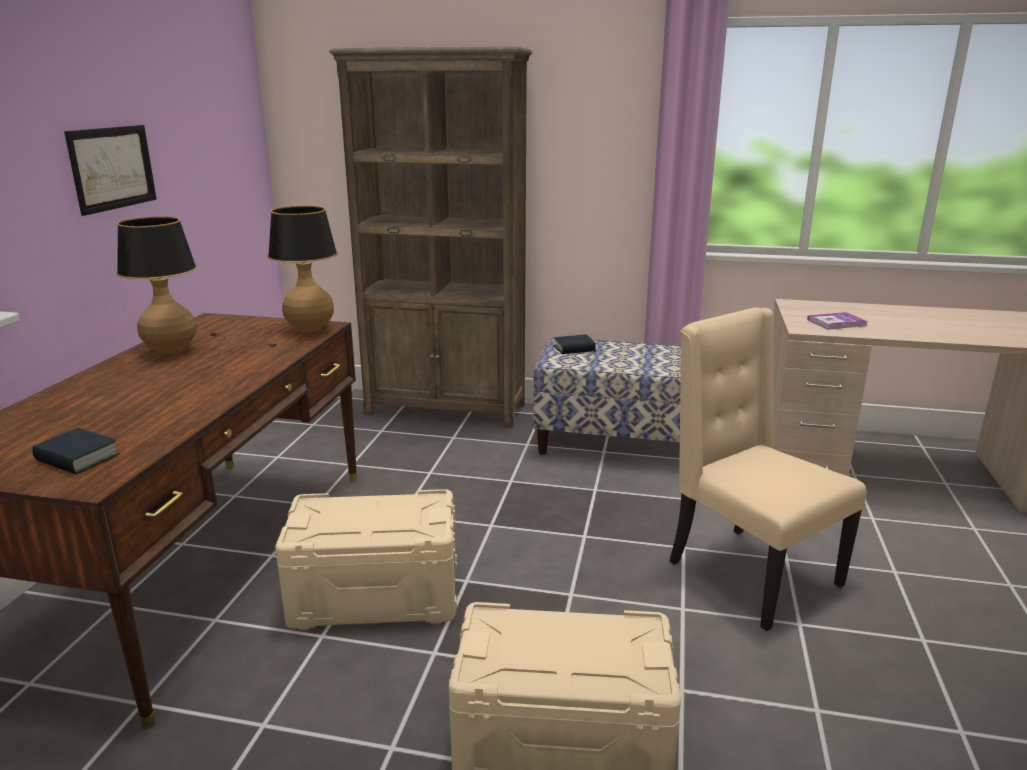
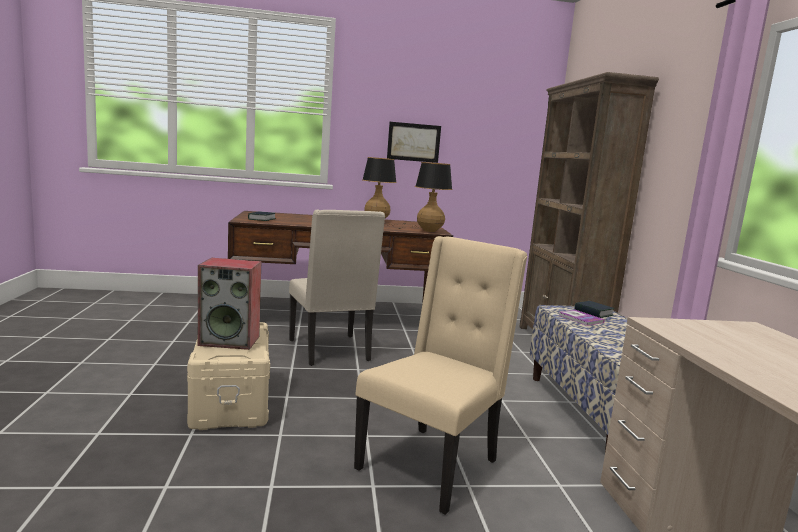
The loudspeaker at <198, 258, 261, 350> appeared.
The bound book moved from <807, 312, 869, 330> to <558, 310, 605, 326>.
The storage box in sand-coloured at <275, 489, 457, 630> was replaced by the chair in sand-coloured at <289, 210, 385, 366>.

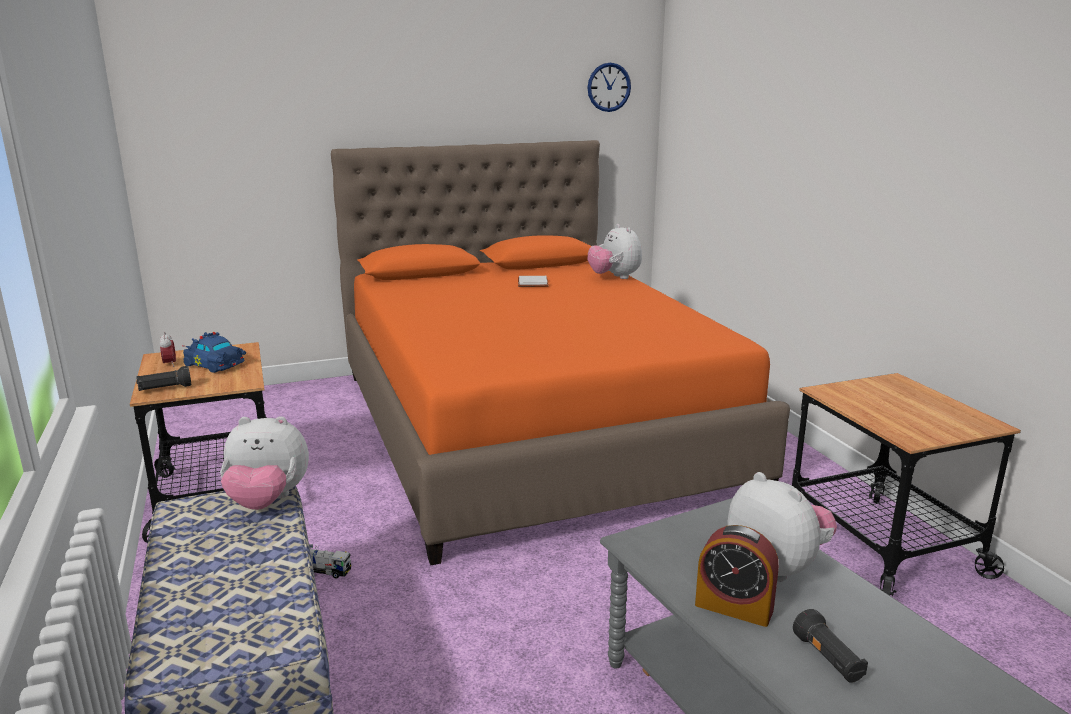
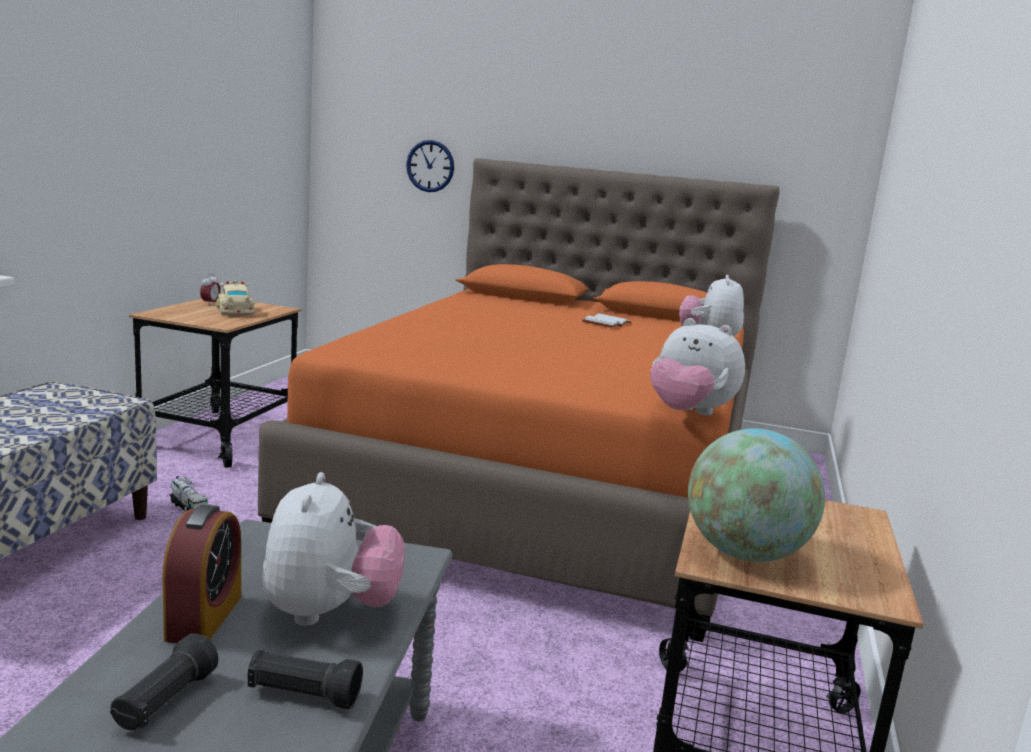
The world globe at <688, 429, 825, 562> appeared.
The hand torch in blackish moved from <136, 366, 191, 391> to <247, 650, 363, 709>.
The plush toy moved from <220, 416, 309, 510> to <650, 318, 745, 415>.
The clock on the wall moved from <588, 63, 631, 112> to <406, 140, 454, 192>.
The miniature car in bluish at <182, 332, 246, 373> became the miniature car in sand-coloured at <216, 280, 255, 315>.
The alarm clock at <695, 525, 779, 627> turned 150 degrees counterclockwise.

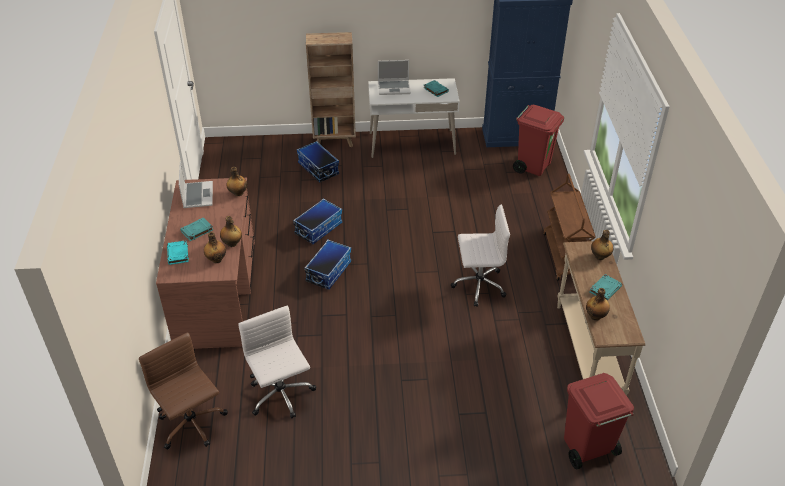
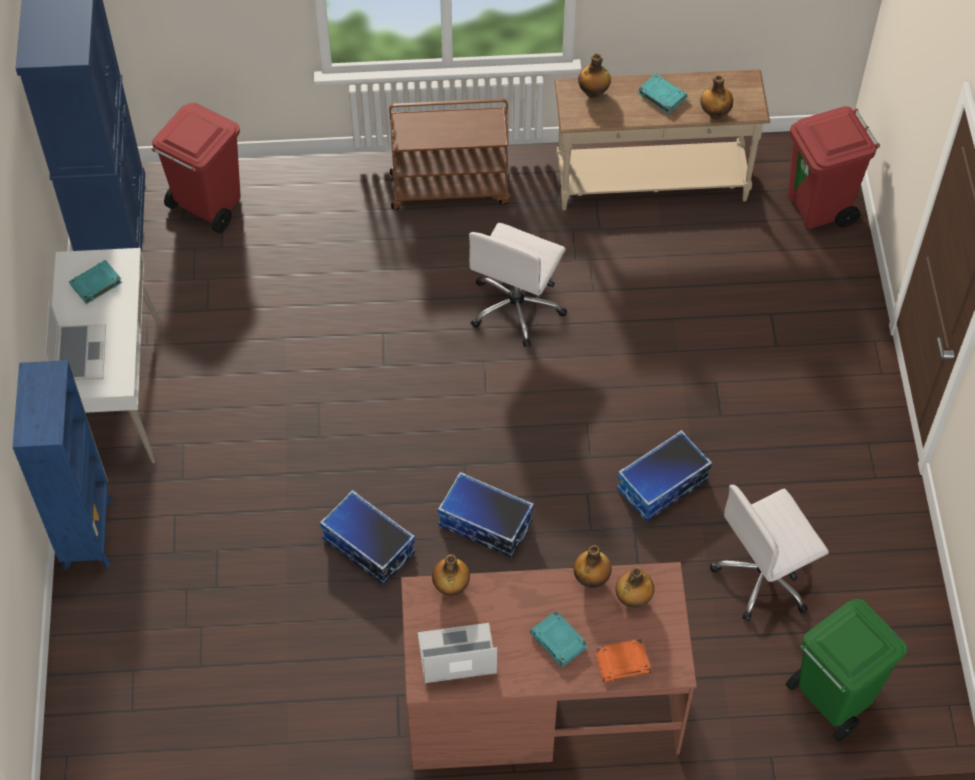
The storage box moved from <297, 141, 339, 182> to <617, 430, 712, 522>.
The computer chair in brown at <139, 332, 228, 450> was replaced by the rubbish bin in green-coloured at <786, 599, 907, 742>.
The bound book in blue-green at <167, 240, 189, 265> became the bound book in orangey at <595, 639, 651, 682>.
The shelving unit in brown at <306, 32, 356, 147> became the shelving unit in bluish at <12, 360, 114, 570>.
The computer chair in whitish at <451, 204, 510, 307> turned 150 degrees counterclockwise.

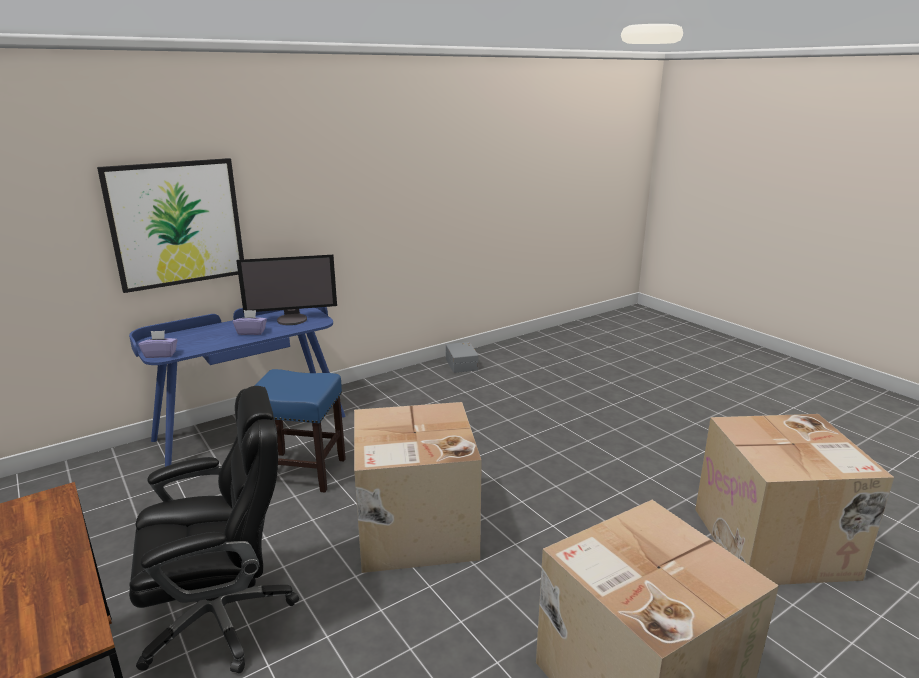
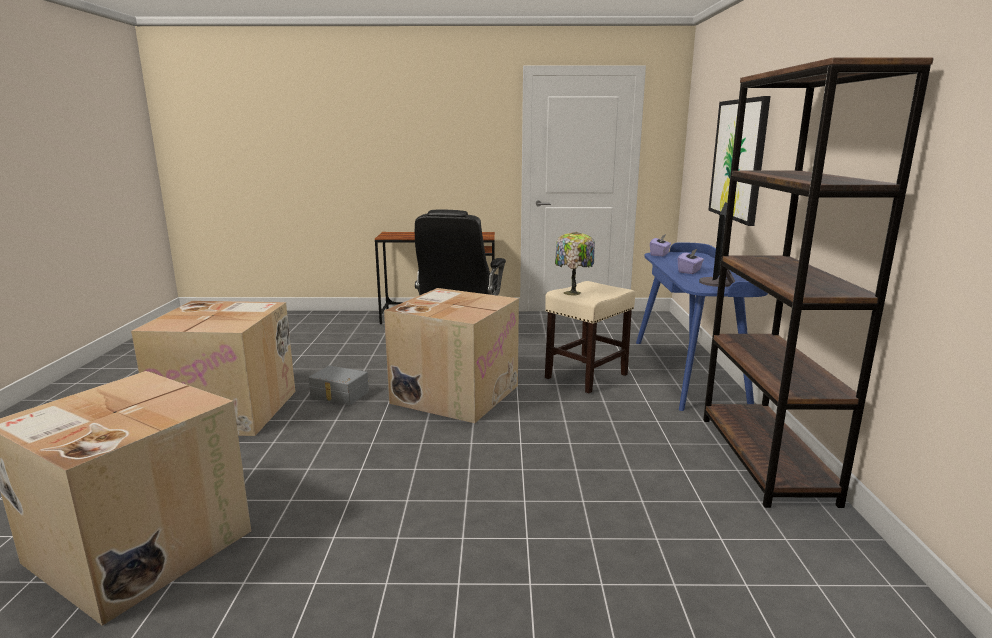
The table lamp at <555, 232, 595, 296> appeared.
The shelving unit in brown at <703, 58, 934, 508> appeared.
The storage box in grey moved from <446, 342, 478, 373> to <308, 366, 369, 405>.
The stool seat in bluish at <254, 369, 346, 492> became the stool seat in sand-coloured at <545, 281, 636, 393>.

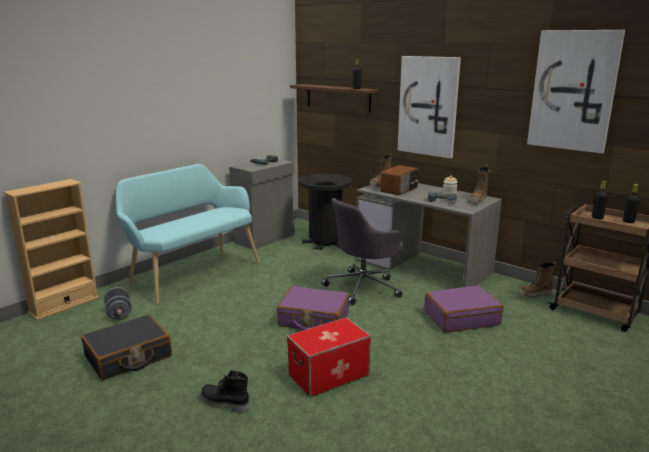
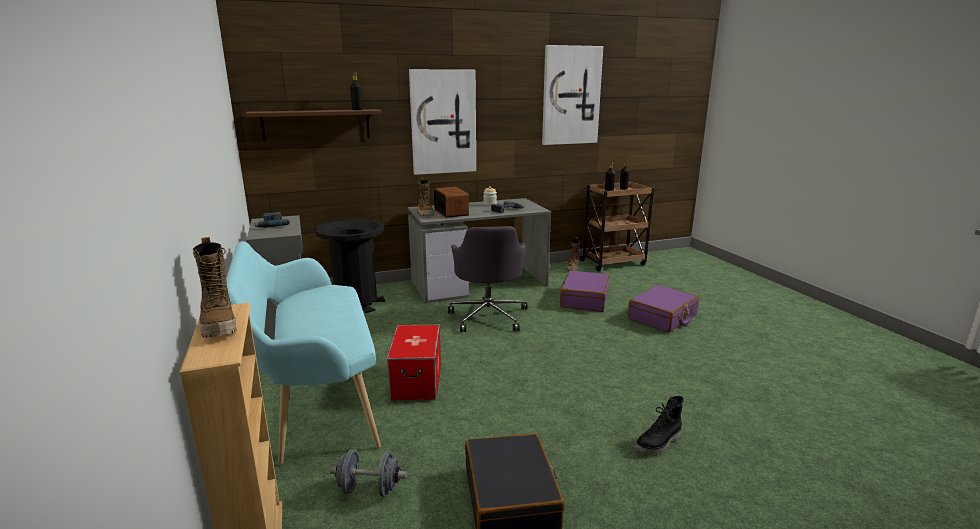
The suitcase in purplish moved from <277, 286, 349, 331> to <628, 285, 699, 332>.
The storage box moved from <287, 317, 371, 397> to <387, 325, 441, 401>.
The boot moved from <469, 165, 489, 204> to <193, 237, 237, 338>.

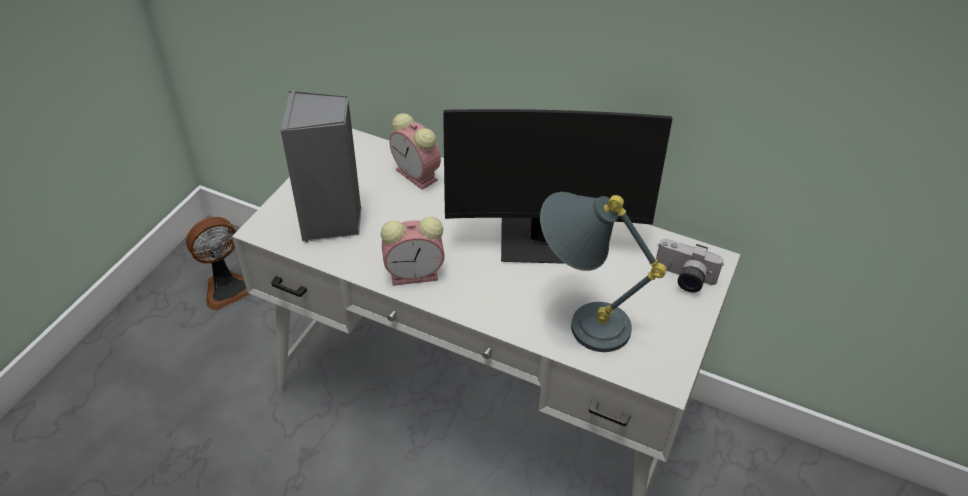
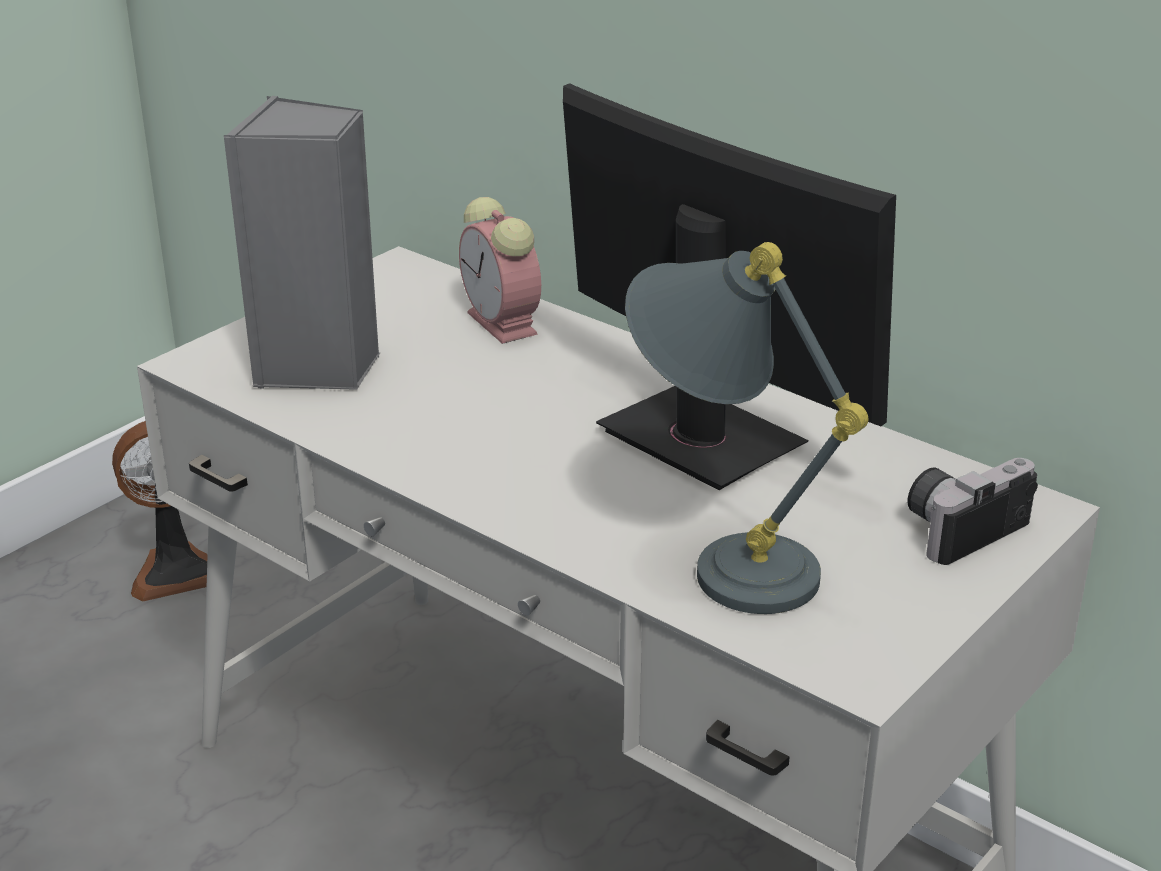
The alarm clock at <380, 217, 445, 286> disappeared.
The computer display at <443, 109, 672, 264> turned 150 degrees counterclockwise.
The still camera at <656, 239, 724, 293> turned 105 degrees clockwise.

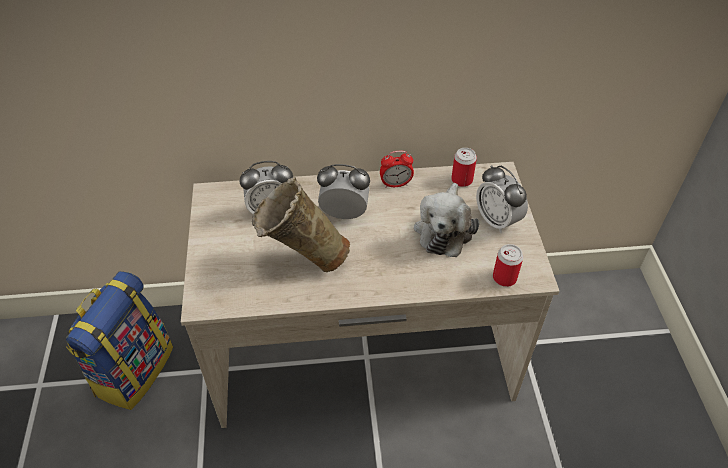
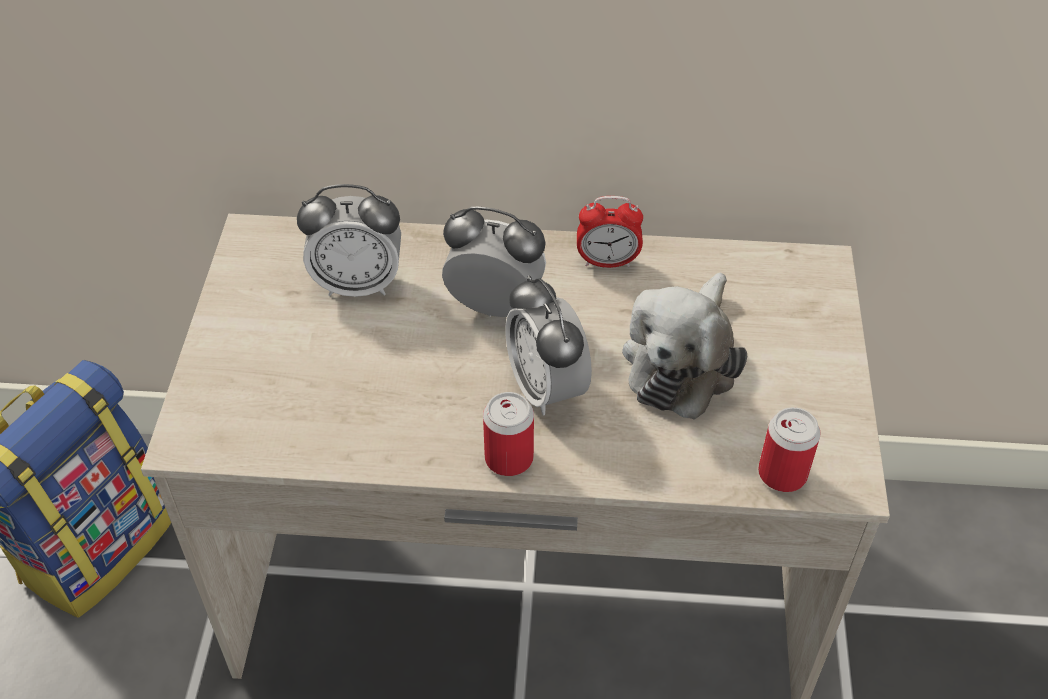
The decorative vase in sand-coloured at <252, 177, 350, 272> disappeared.
The sealed can moved from <451, 148, 477, 187> to <483, 392, 534, 476>.
The alarm clock moved from <476, 165, 528, 233> to <505, 275, 592, 415>.

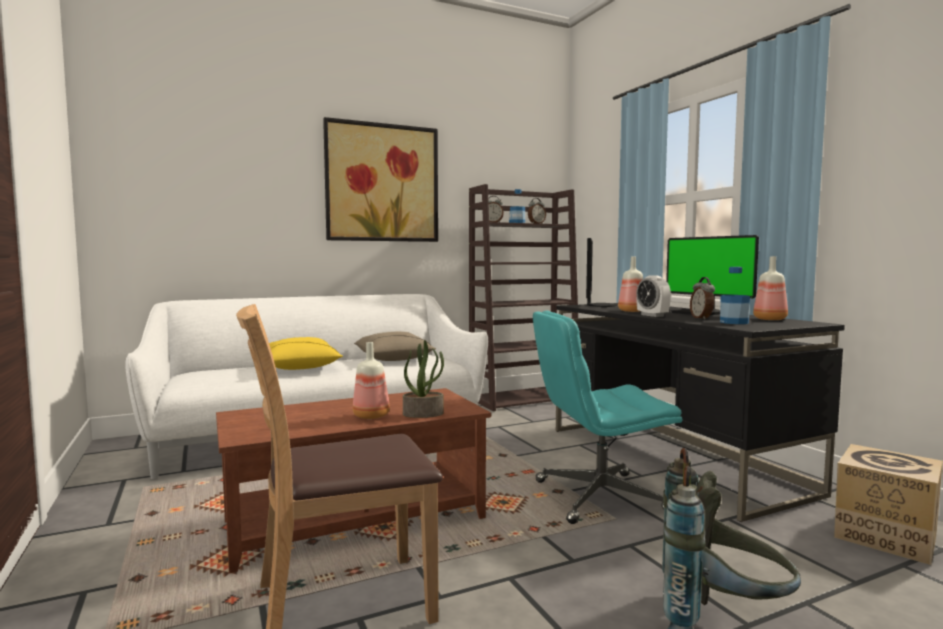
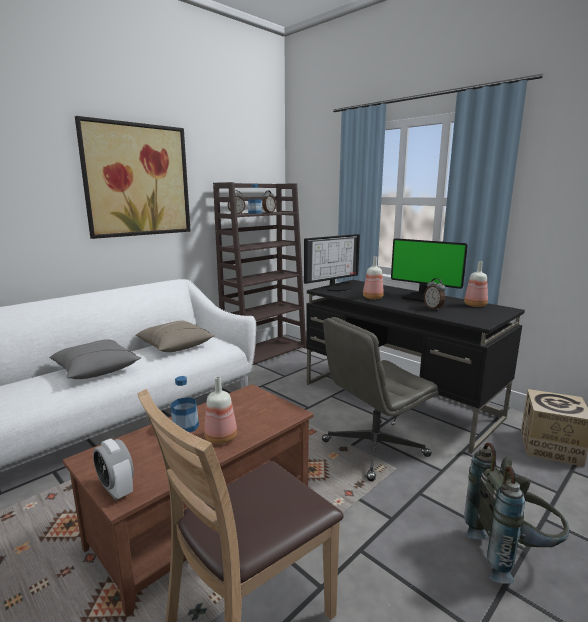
The potted plant at <403, 340, 444, 418> disappeared.
The alarm clock moved from <636, 275, 671, 317> to <93, 439, 134, 501>.
The bottle moved from <720, 267, 750, 324> to <171, 376, 199, 433>.
The cushion in yellowish at <269, 337, 343, 370> became the cushion in grey at <49, 339, 141, 379>.
The computer chair in blue-green at <533, 311, 682, 524> became the computer chair in grey at <322, 317, 438, 481>.
The computer display at <586, 238, 617, 307> turned 60 degrees clockwise.

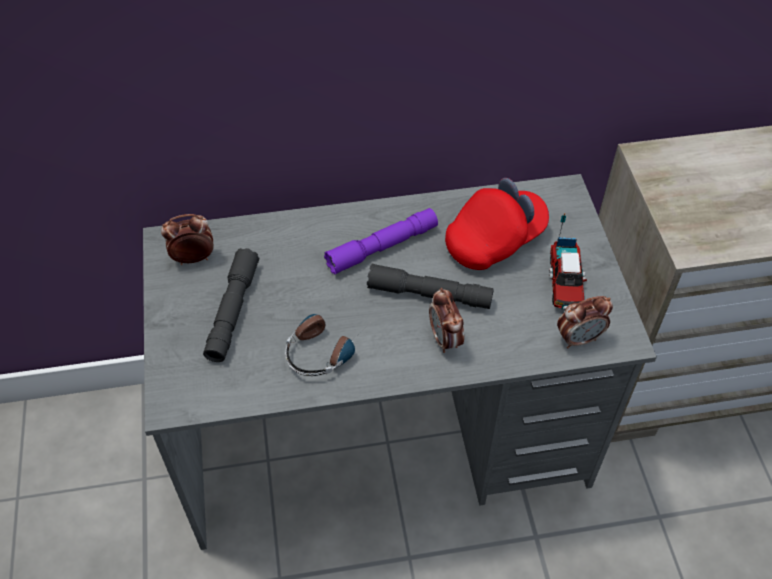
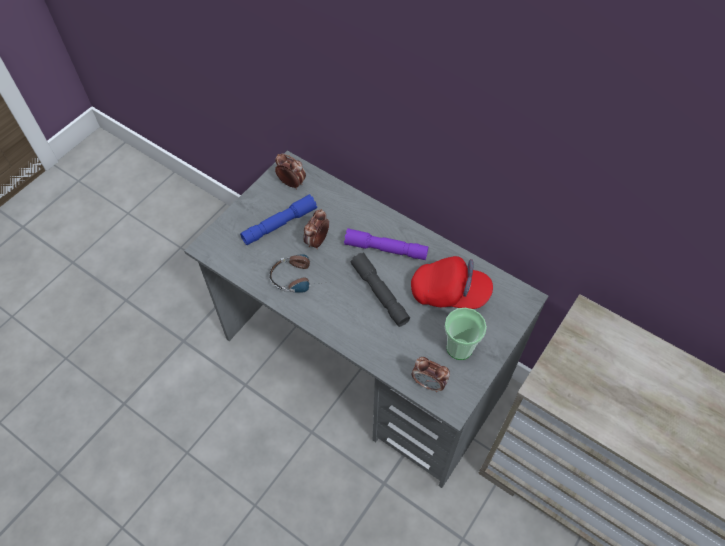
The alarm clock moved from <429, 288, 464, 353> to <303, 209, 329, 249>.
The toy truck at <549, 213, 587, 310> was replaced by the drinking cup at <445, 308, 487, 360>.
The hand torch in grey at <203, 248, 259, 362> became the hand torch in bluish at <240, 194, 317, 245>.

